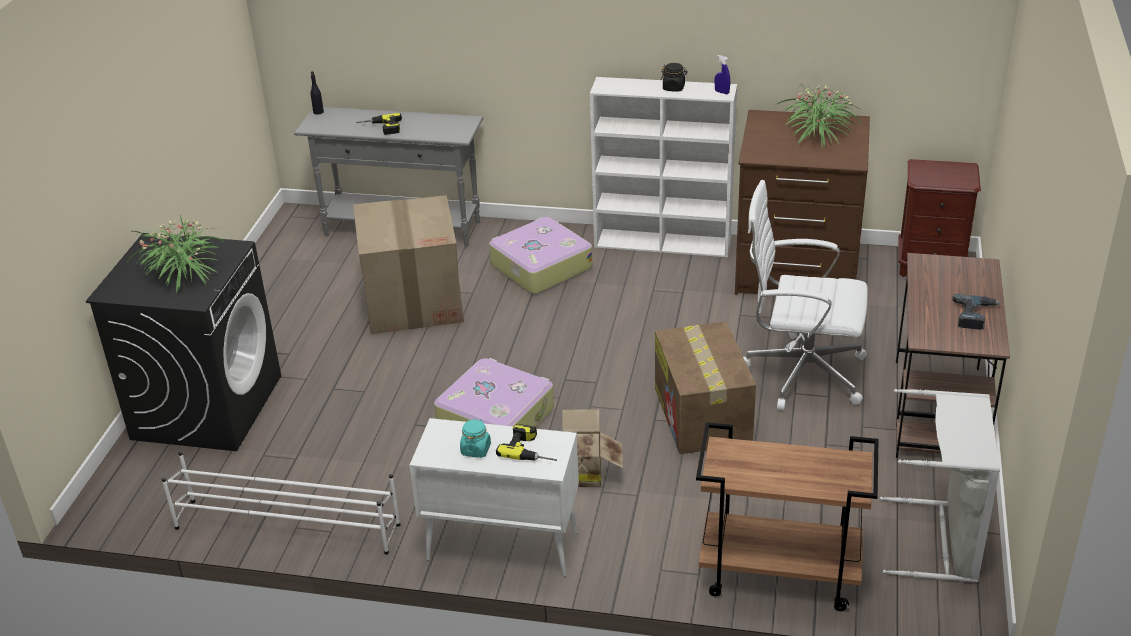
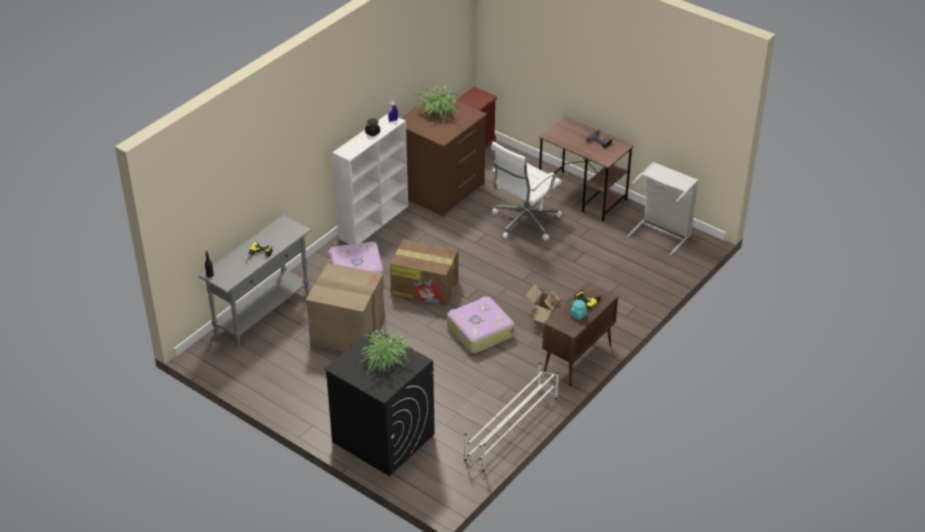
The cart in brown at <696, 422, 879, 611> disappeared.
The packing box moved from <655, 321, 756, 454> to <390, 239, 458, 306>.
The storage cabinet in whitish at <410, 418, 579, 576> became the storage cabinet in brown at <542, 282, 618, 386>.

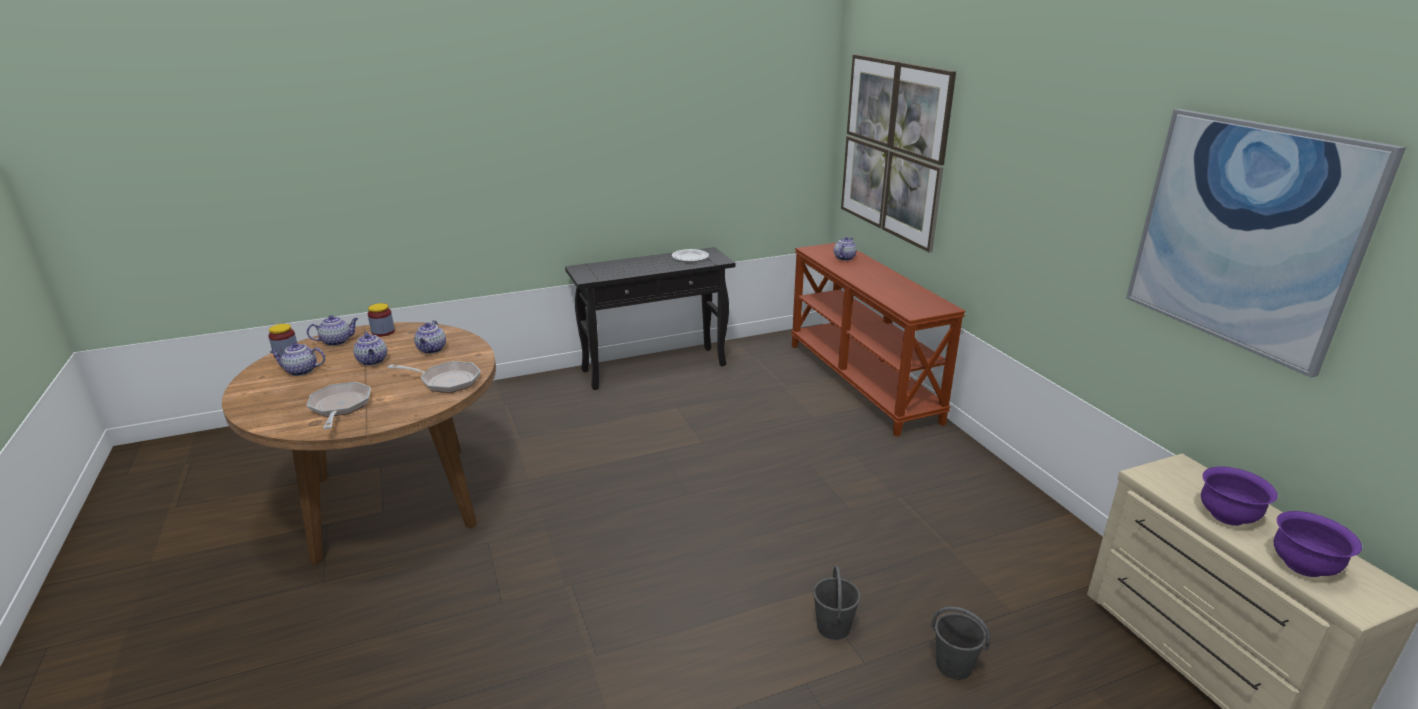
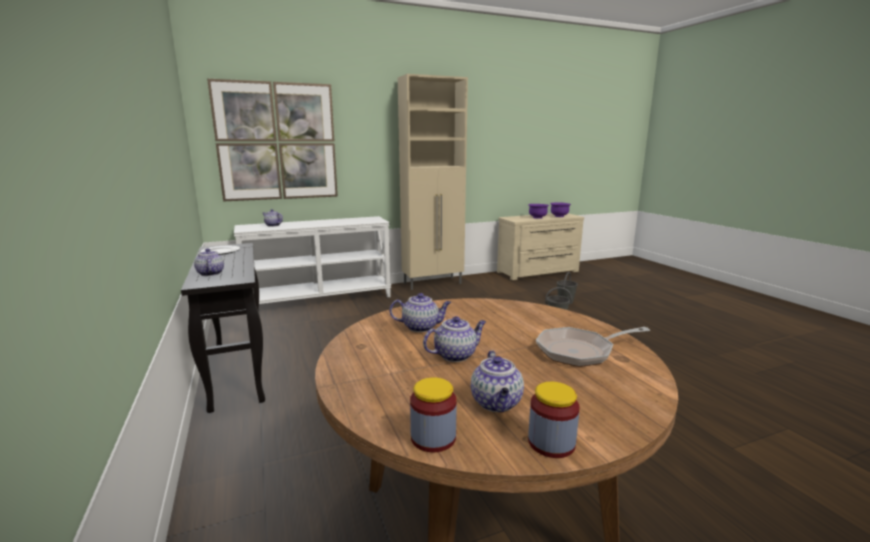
The pan at <387, 361, 481, 393> disappeared.
The wall picture at <1126, 109, 1406, 378> disappeared.
The storage cabinet in sand-coloured at <398, 74, 468, 290> appeared.
The pot for tea moved from <307, 315, 358, 346> to <194, 248, 224, 276>.
The preserve jar moved from <368, 303, 395, 337> to <528, 382, 580, 458>.
The console table in brown at <791, 242, 966, 437> became the console table in whitish at <234, 216, 391, 316>.

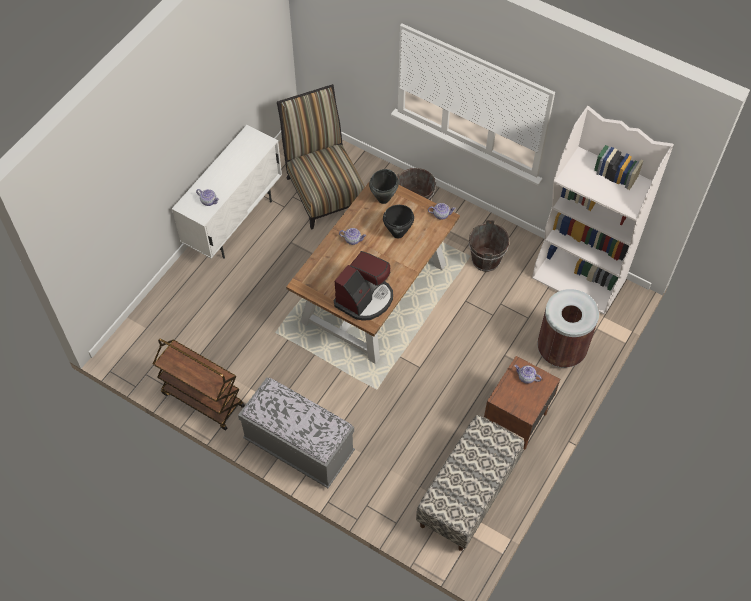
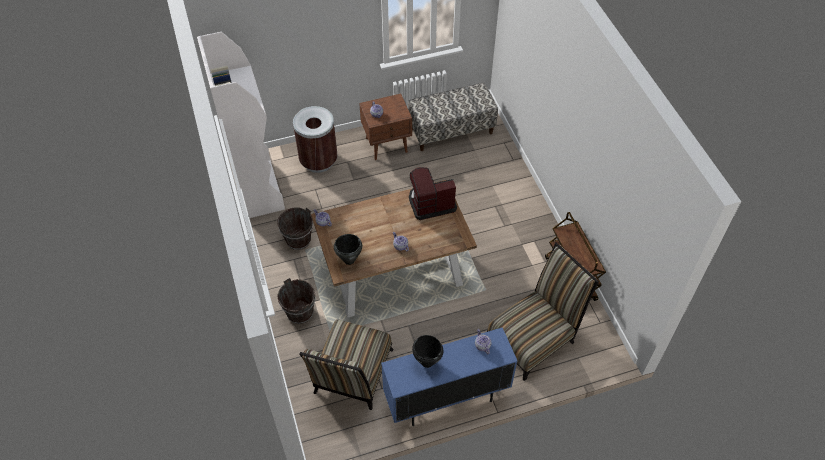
The indoor bench in grey at <238, 377, 355, 488> disappeared.
The chair at <487, 242, 599, 381> appeared.
The cooking pot in blackish moved from <383, 205, 414, 238> to <412, 335, 443, 368>.
The storage cabinet in whitish at <172, 125, 282, 259> became the storage cabinet in bluish at <381, 327, 518, 426>.

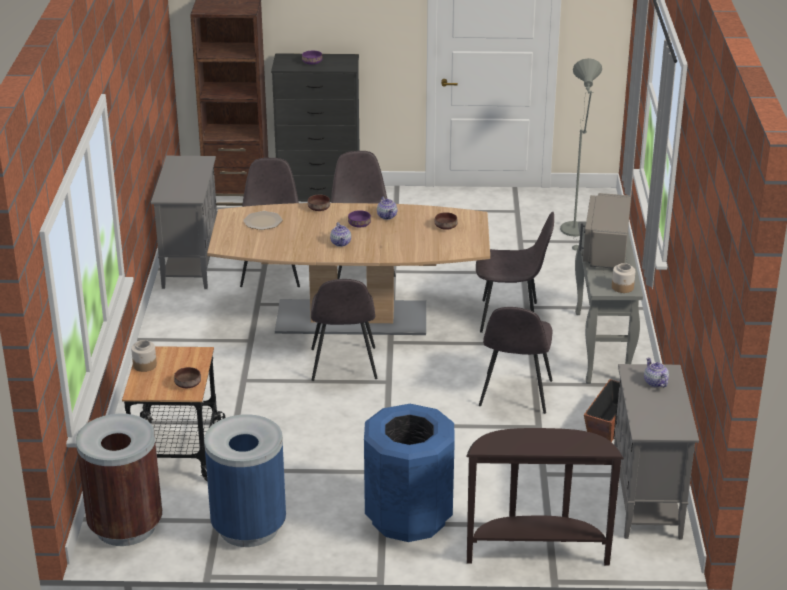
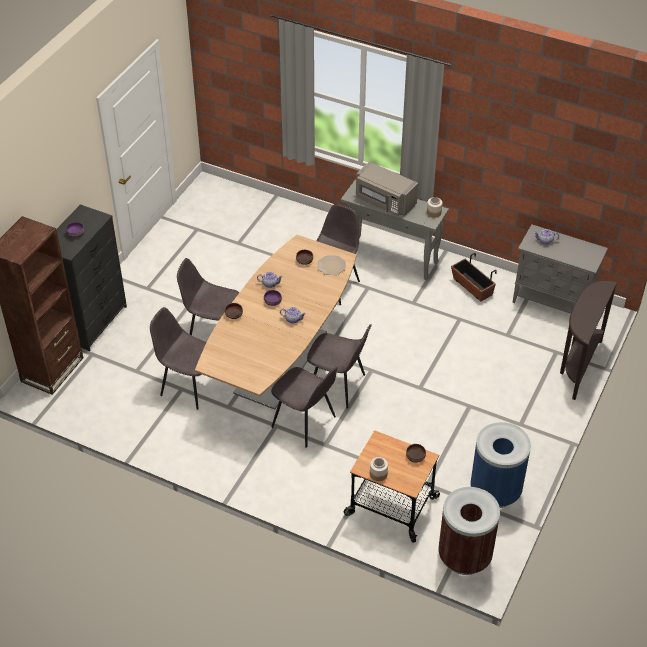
The storage cabinet in grey at <151, 156, 218, 289> disappeared.
The rubbish bin in bluish at <364, 404, 455, 542> disappeared.
The standard lamp in grey at <560, 58, 602, 251> disappeared.
The dinner plate moved from <243, 211, 283, 230> to <318, 255, 346, 275>.
The chair in grey moved from <479, 307, 553, 414> to <271, 367, 337, 448>.

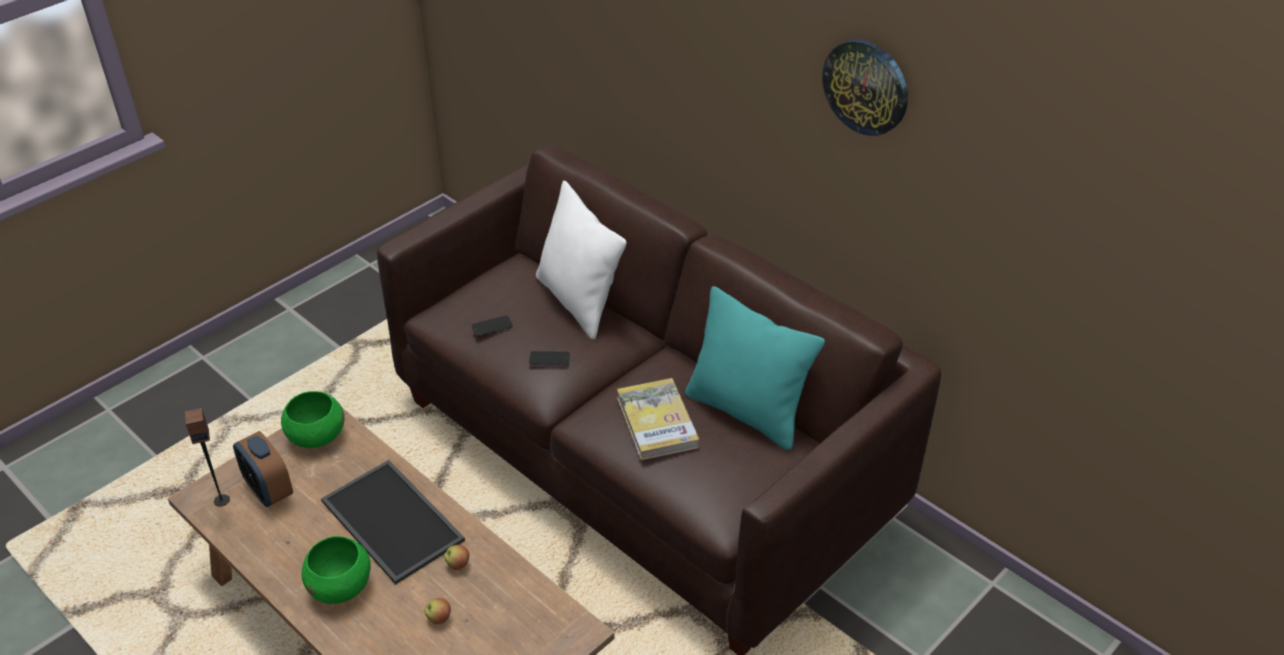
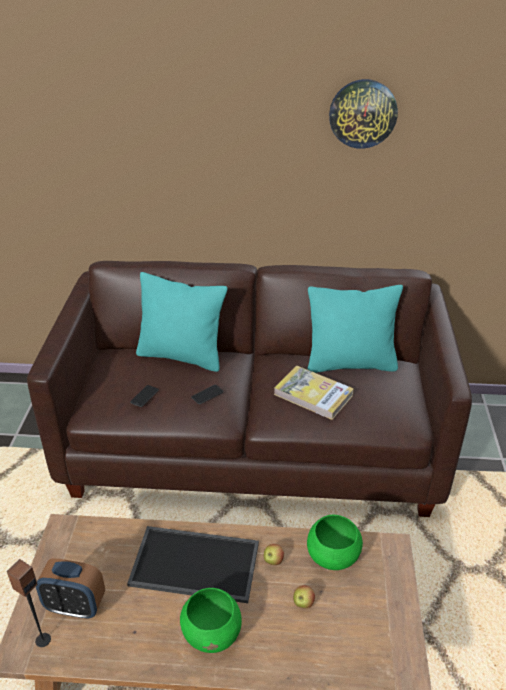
The serving bowl in green-coloured moved from <281, 391, 345, 448> to <307, 515, 363, 570>.
The cushion in whitish at <536, 181, 627, 339> became the cushion in blue-green at <136, 272, 227, 372>.

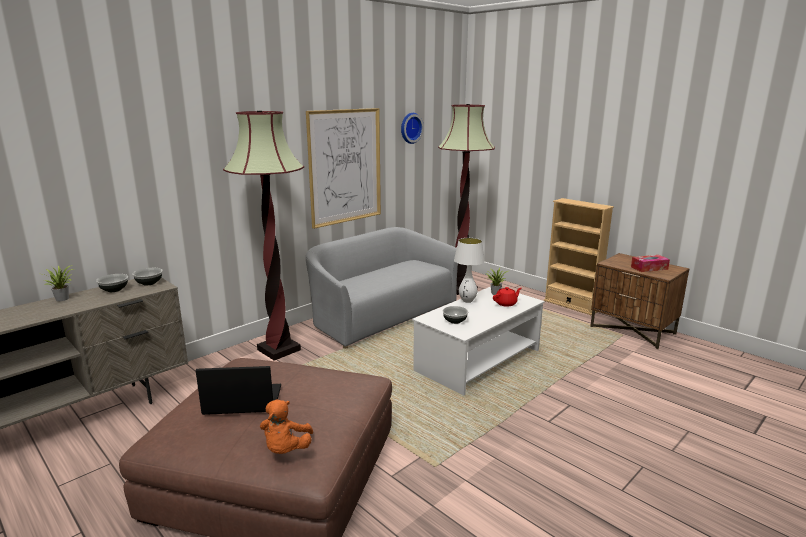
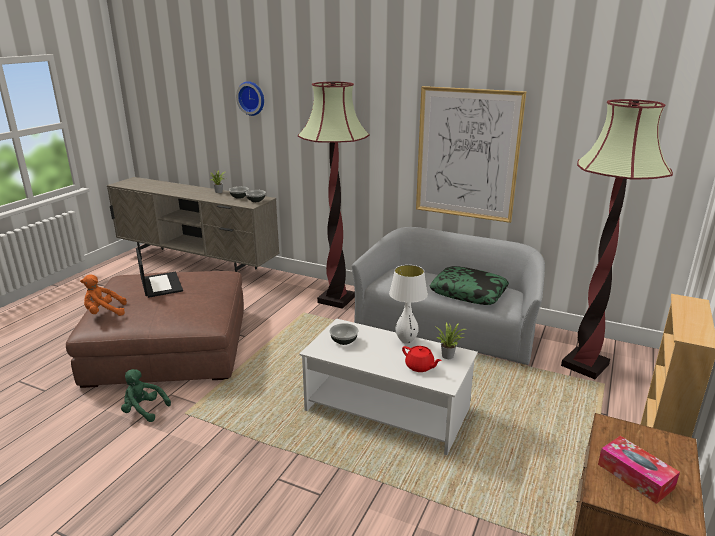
The plush toy in green-coloured at <121, 369, 171, 422> appeared.
The cushion at <430, 266, 509, 305> appeared.
The clock on the wall moved from <401, 113, 424, 144> to <236, 81, 264, 116>.

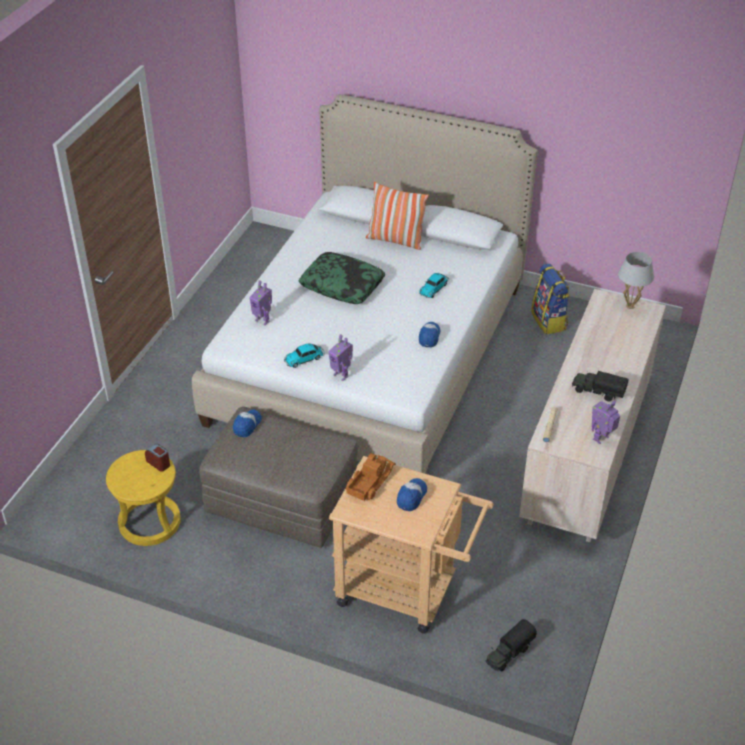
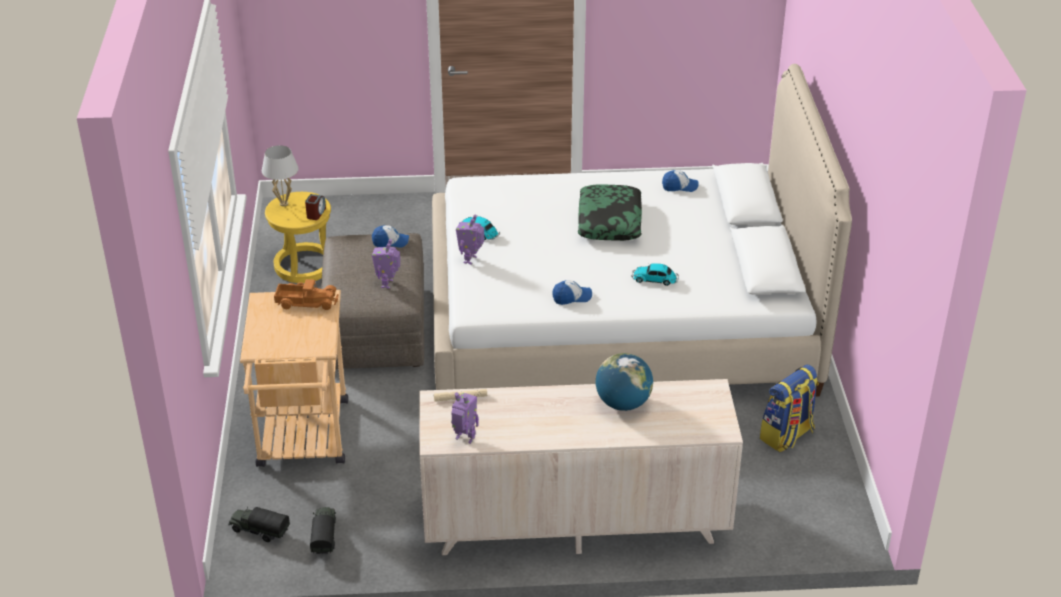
The cushion at <366, 182, 429, 250> disappeared.
The world globe at <596, 353, 653, 411> appeared.
The robot figure moved from <249, 281, 272, 325> to <372, 239, 400, 289>.
The peaked cap moved from <397, 478, 427, 511> to <662, 170, 699, 192>.
The toy truck moved from <572, 371, 629, 402> to <310, 507, 336, 554>.
The table lamp in whitish moved from <618, 252, 654, 309> to <262, 145, 299, 206>.

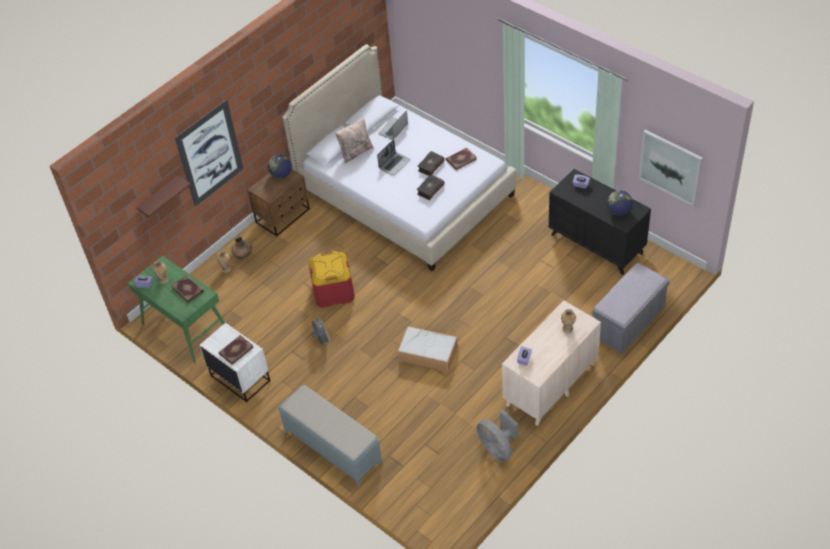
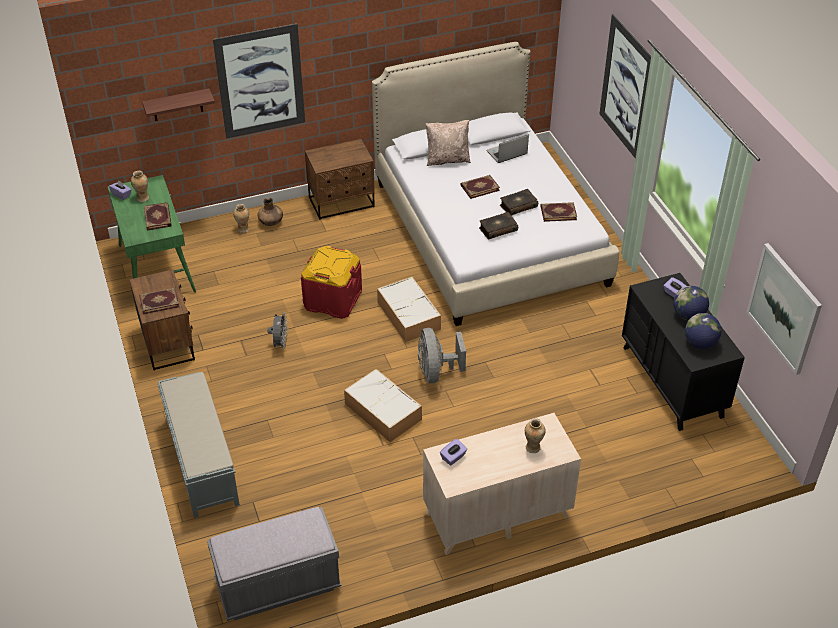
The storage box at <377, 277, 441, 342> appeared.
The wall picture at <599, 14, 651, 159> appeared.
The world globe moved from <268, 155, 292, 178> to <673, 286, 709, 320>.
The electric fan in grey moved from <476, 410, 518, 462> to <418, 328, 466, 383>.
The indoor bench in grey moved from <592, 263, 670, 354> to <207, 507, 341, 621>.
The portable computer at <377, 139, 410, 175> was replaced by the bound book at <461, 175, 500, 199>.
The night table in whitish at <200, 323, 270, 402> became the night table in brown at <129, 270, 195, 371>.

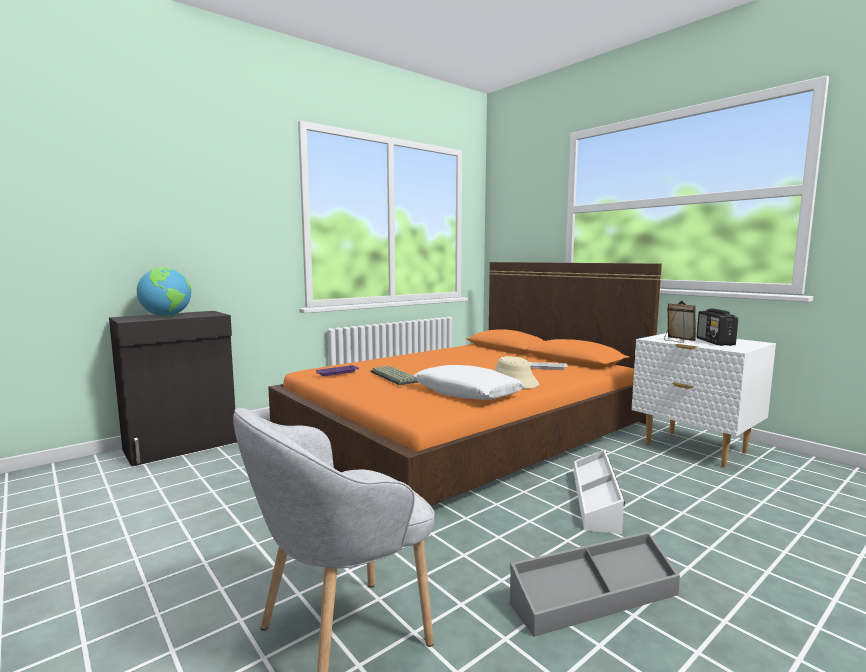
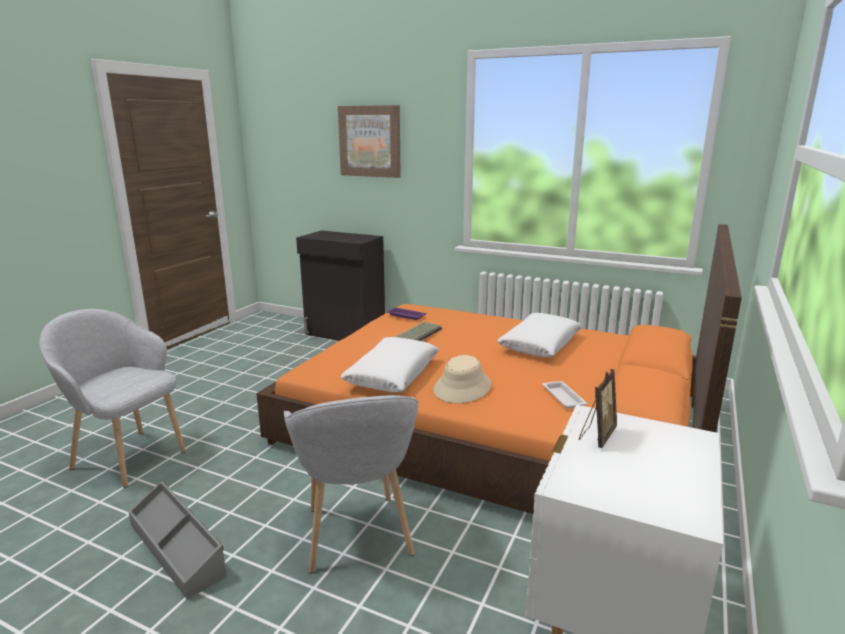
The world globe at <137, 267, 191, 317> disappeared.
The radio receiver at <697, 308, 738, 346> disappeared.
The wall picture at <338, 105, 401, 178> appeared.
The cushion in whitish at <497, 313, 582, 358> appeared.
The storage box in whitish at <574, 450, 625, 534> was replaced by the armchair in grey at <284, 395, 419, 574>.

